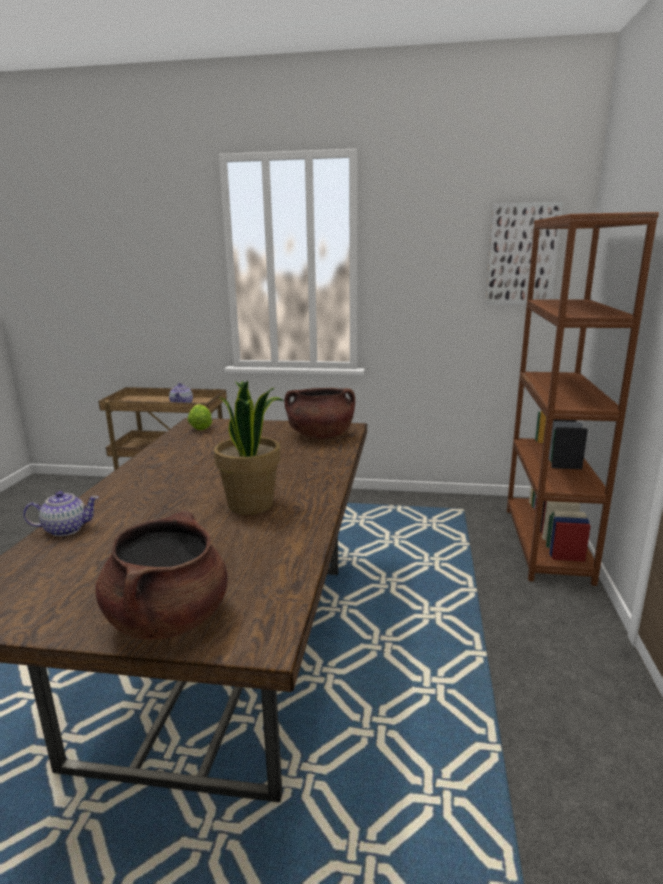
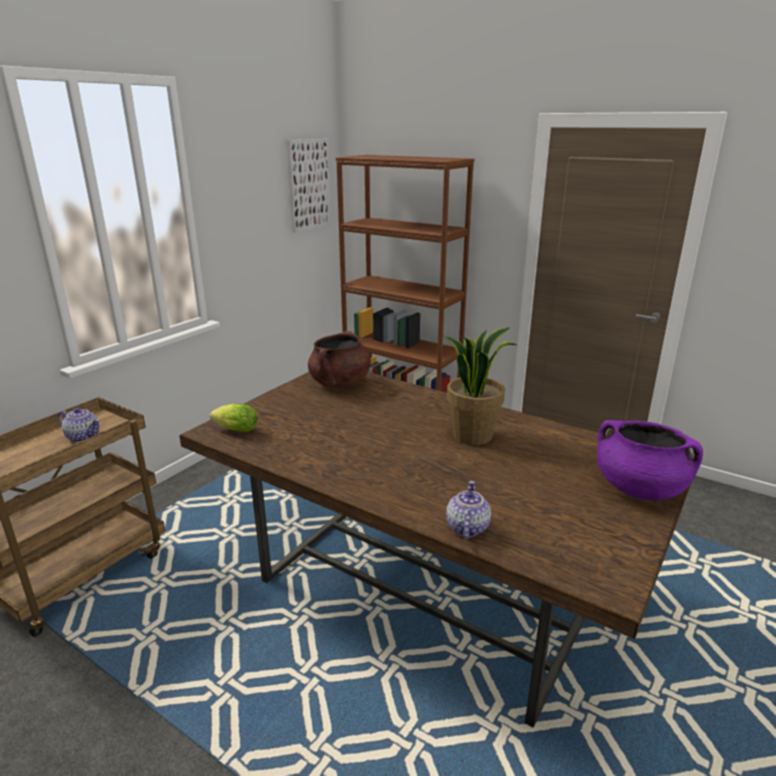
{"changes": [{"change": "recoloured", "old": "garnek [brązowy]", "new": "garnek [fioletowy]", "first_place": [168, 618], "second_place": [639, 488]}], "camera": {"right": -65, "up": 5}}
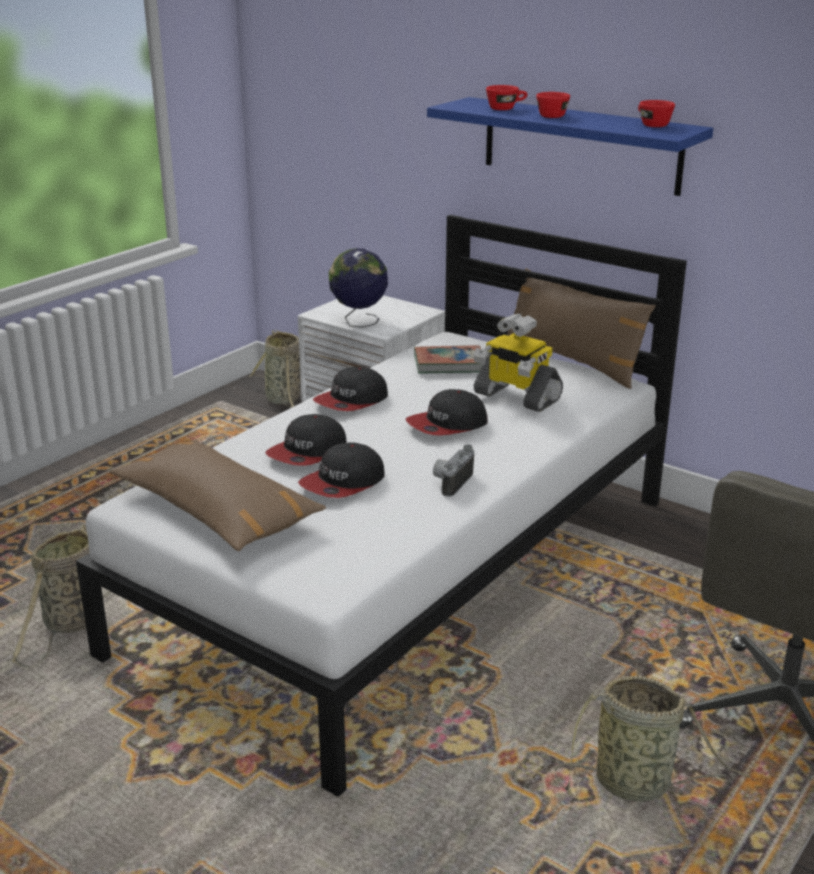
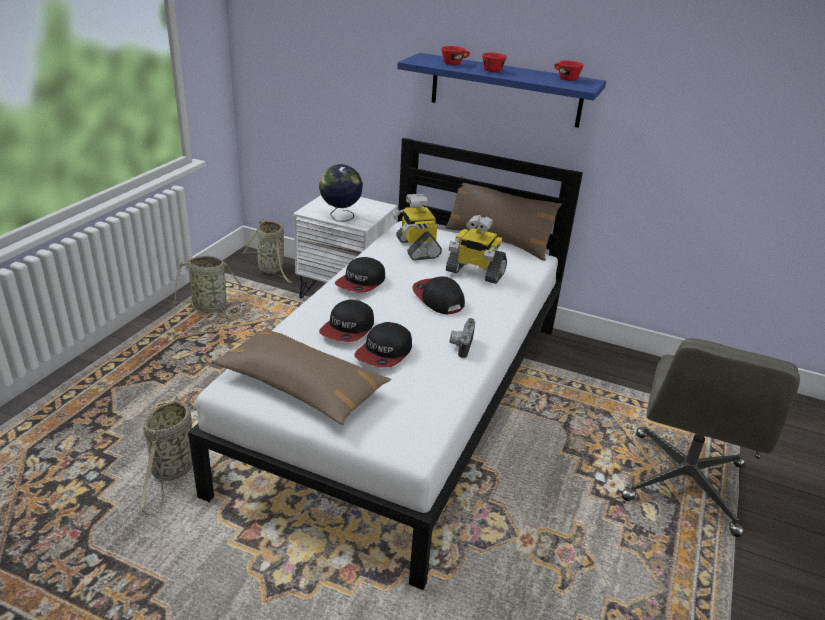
{"changes": [{"change": "replaced", "old": "książka", "new": "robot zabawkowy", "first_place": [449, 364], "second_place": [416, 248]}, {"change": "turned", "old": "czapka z daszkiem", "first_place": [447, 425], "second_place": [438, 298], "degrees": 105}, {"change": "moved", "old": "koszyk", "first_place": [638, 784], "second_place": [213, 307]}], "camera": {"right": -15, "up": 5}}
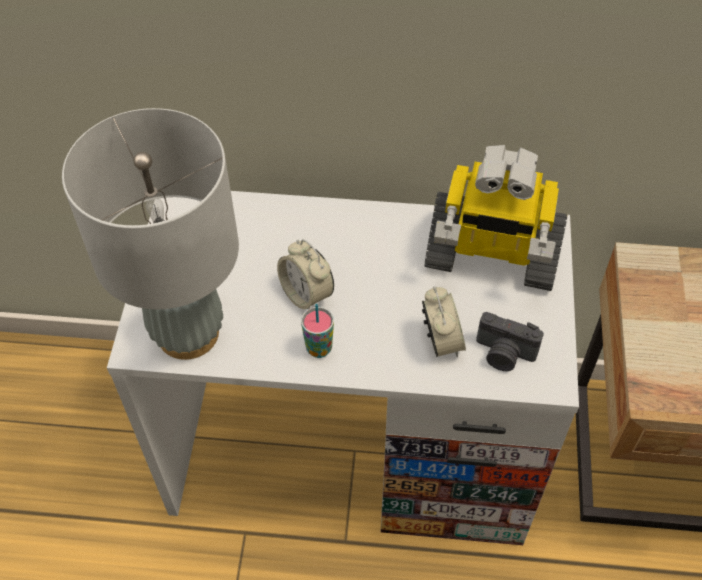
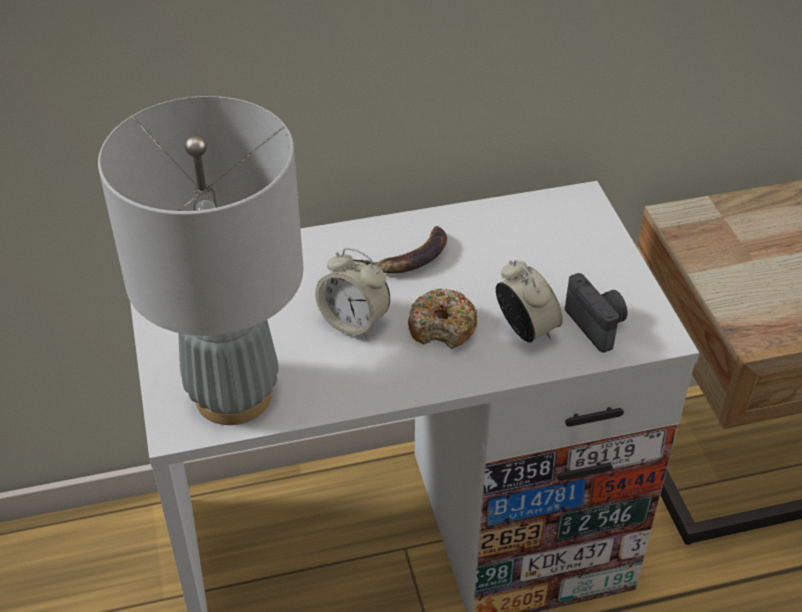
{"changes": [{"change": "removed", "old": "robot zabawkowy", "first_place": [490, 255]}, {"change": "removed", "old": "filiżanka", "first_place": [319, 348]}, {"change": "turned", "old": "aparat fotograficzny", "first_place": [503, 354], "second_place": [597, 324], "degrees": -120}, {"change": "added", "new": "banan", "second_place": [411, 257]}, {"change": "added", "new": "donut", "second_place": [442, 327]}], "camera": {"right": -20, "up": -10}}
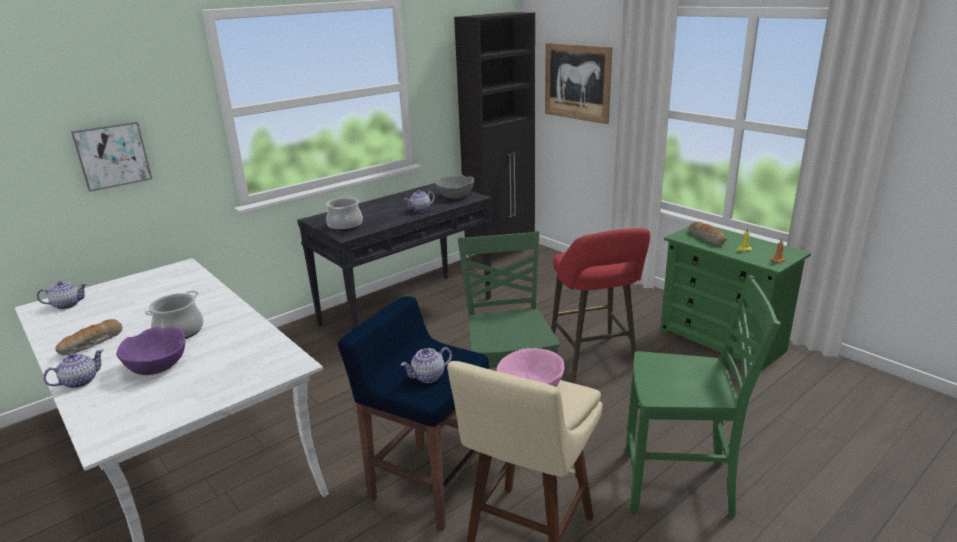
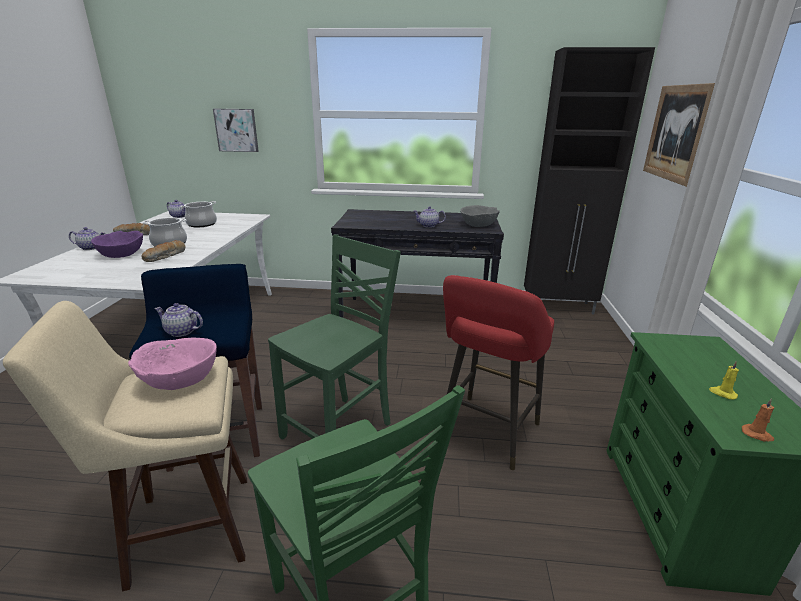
{"changes": [{"change": "moved", "old": "garnek", "first_place": [345, 225], "second_place": [201, 224]}, {"change": "moved", "old": "chleb", "first_place": [707, 238], "second_place": [166, 257]}], "camera": {"right": 45, "up": 0}}
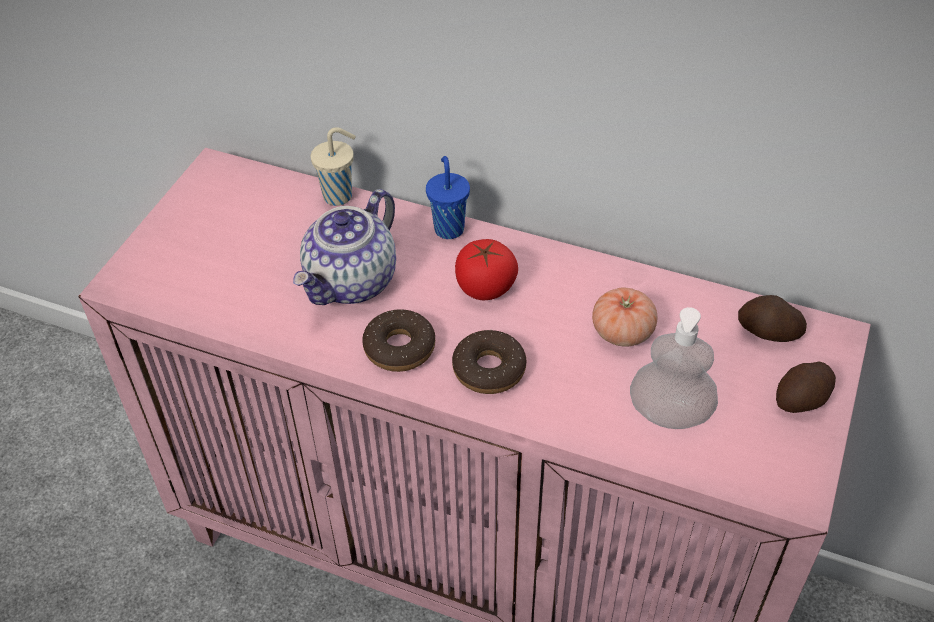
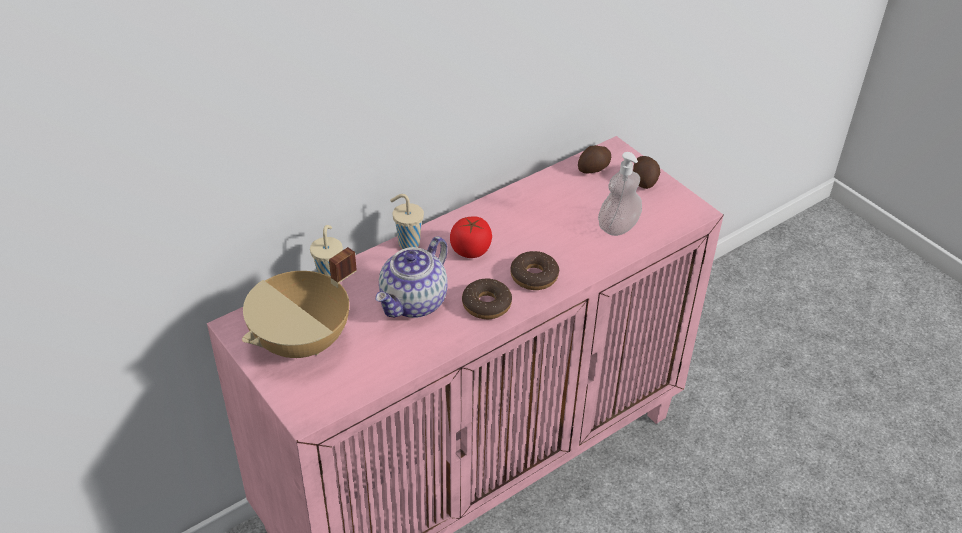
{"changes": [{"change": "recoloured", "old": "filiżanka [niebieski]", "new": "filiżanka [beżowy]", "first_place": [448, 228], "second_place": [407, 243]}, {"change": "turned", "old": "imbryk", "first_place": [352, 282], "second_place": [414, 303], "degrees": 60}, {"change": "removed", "old": "pomidor", "first_place": [622, 332]}, {"change": "added", "new": "garnek [beżowy]", "second_place": [303, 343]}], "camera": {"right": -60, "up": -5}}
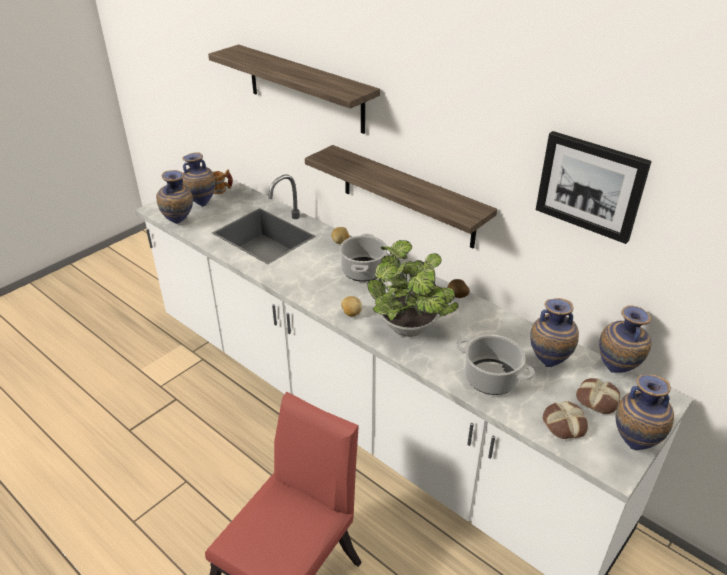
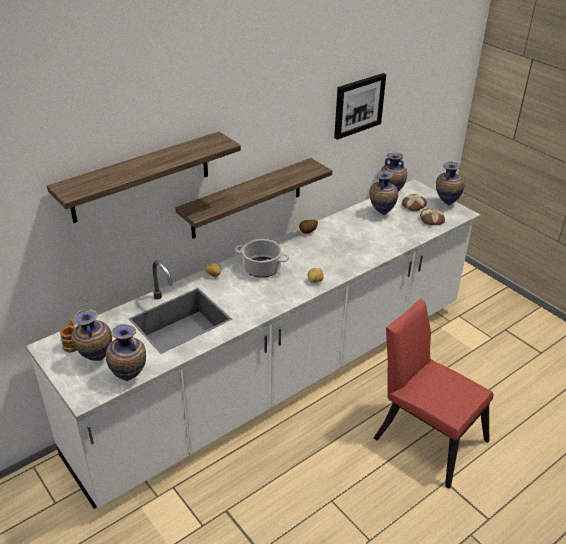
{"changes": [{"change": "removed", "old": "roślina doniczkowa", "first_place": [410, 330]}, {"change": "removed", "old": "garnek", "first_place": [490, 378]}], "camera": {"right": -80, "up": 0}}
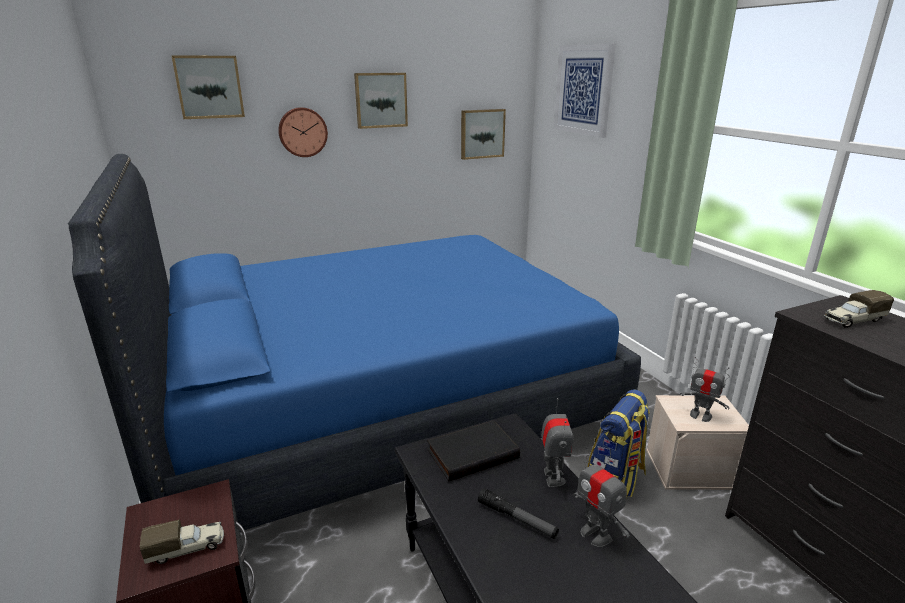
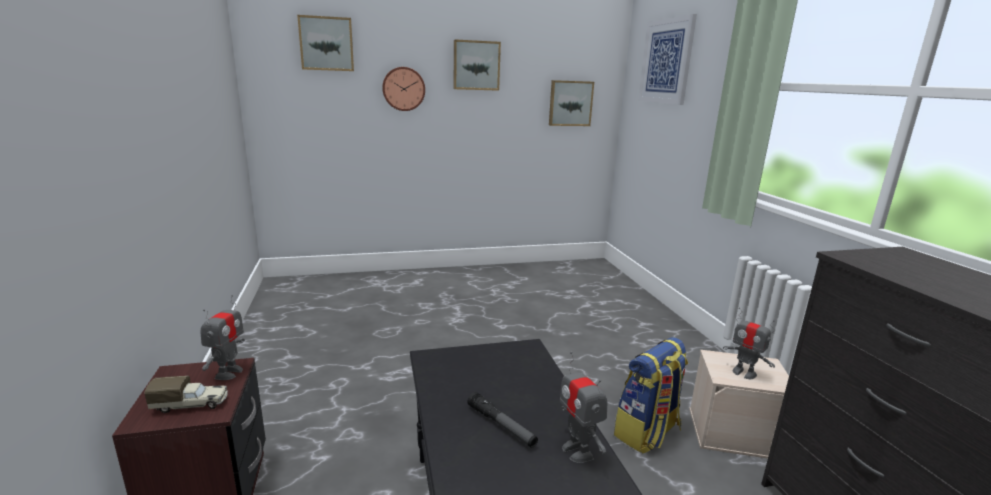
{"changes": [{"change": "removed", "old": "łóżko [niebieski]", "first_place": [380, 402]}, {"change": "removed", "old": "ciężarówka zabawkowa", "first_place": [852, 320]}, {"change": "moved", "old": "robot zabawkowy", "first_place": [553, 477], "second_place": [228, 373]}, {"change": "removed", "old": "książka [czarny]", "first_place": [472, 452]}], "camera": {"right": 10, "up": -5}}
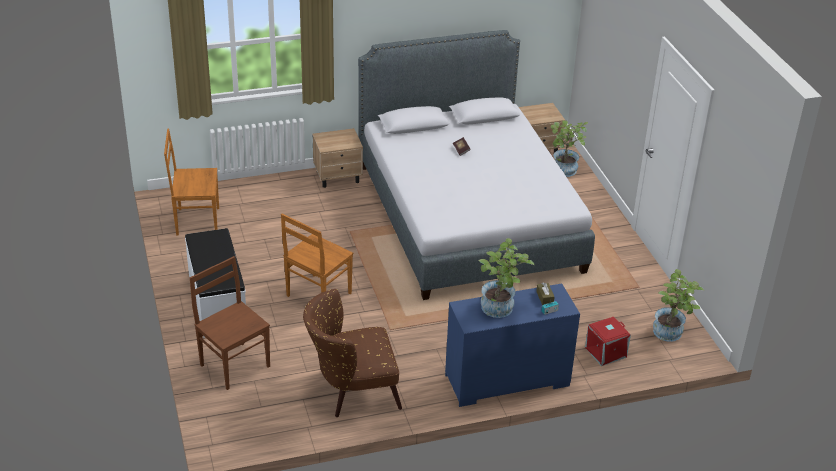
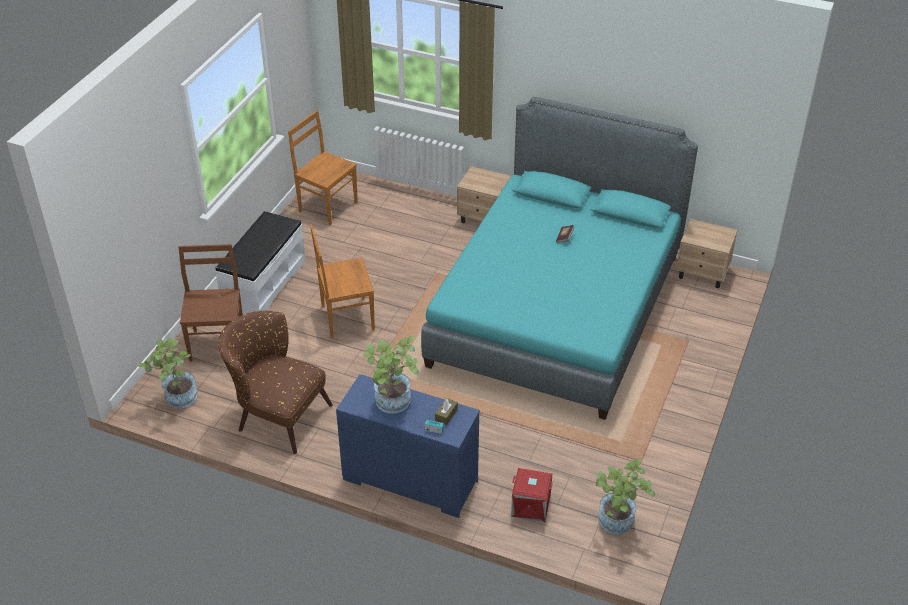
{"changes": [{"change": "recoloured", "old": "łóżko [szary]", "new": "łóżko [turkusowy]", "first_place": [467, 216], "second_place": [556, 309]}, {"change": "moved", "old": "roślina doniczkowa", "first_place": [563, 172], "second_place": [176, 399]}], "camera": {"right": 40, "up": 5}}
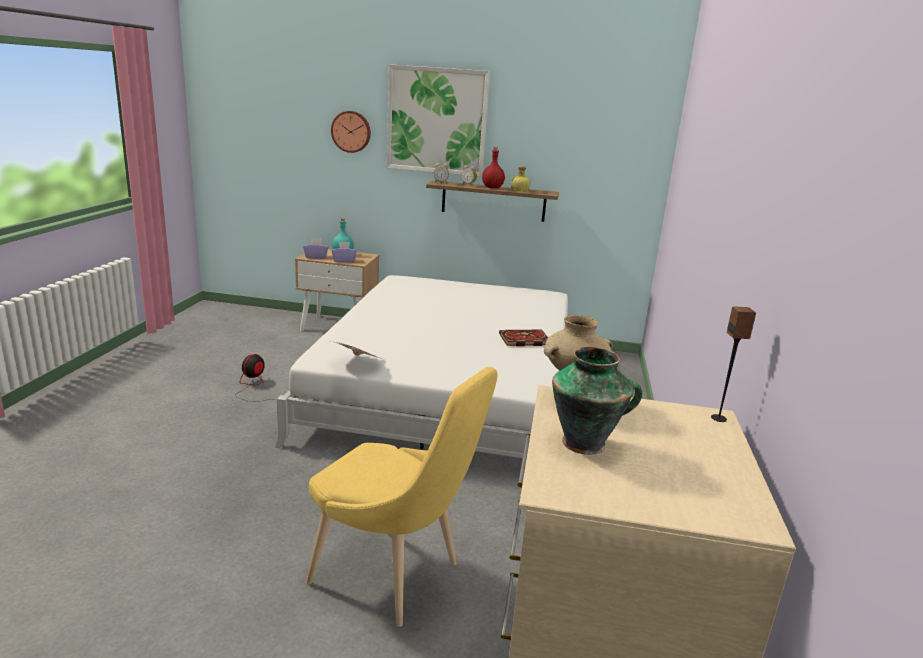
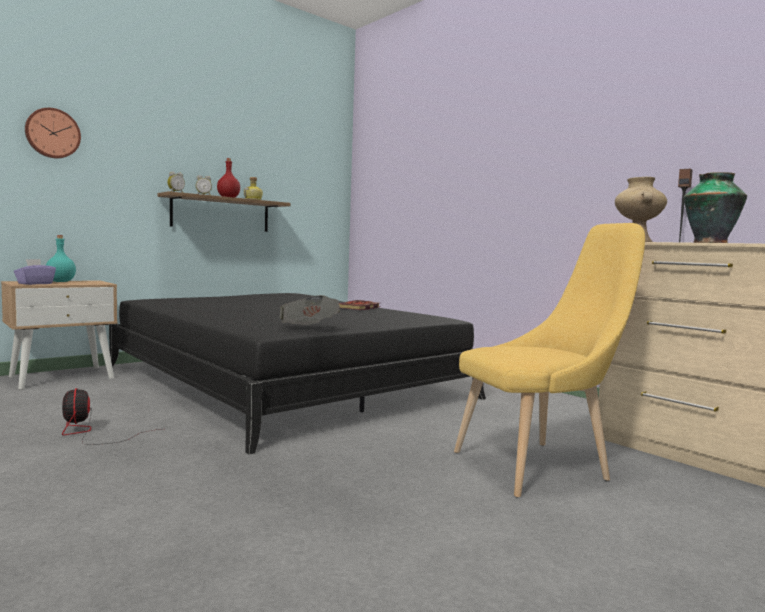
{"changes": [{"change": "removed", "old": "obraz", "first_place": [437, 121]}, {"change": "removed", "old": "pudełko chusteczek [fioletowy]", "first_place": [344, 260]}, {"change": "recoloured", "old": "łóżko [biały]", "new": "łóżko [czarny]", "first_place": [449, 388], "second_place": [283, 381]}], "camera": {"right": -50, "up": -15}}
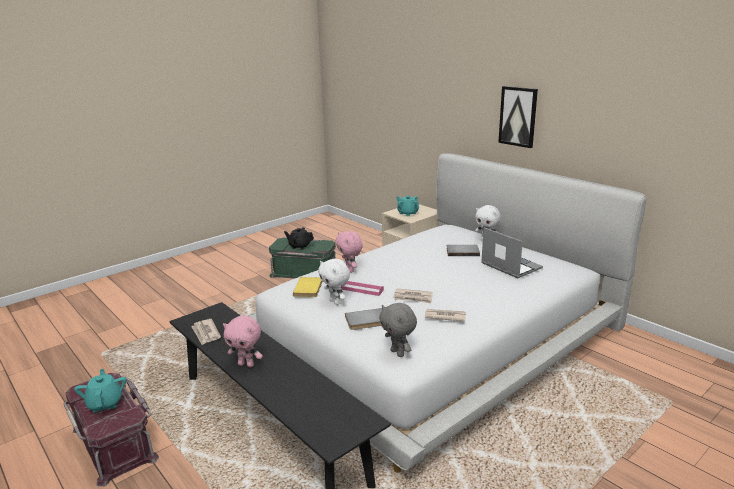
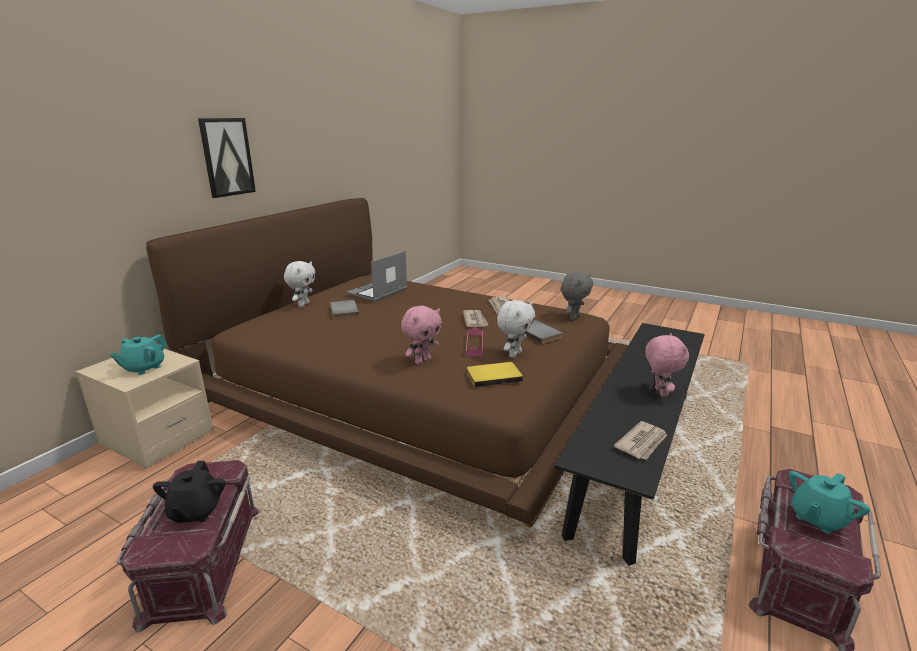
{"changes": [{"change": "recoloured", "old": "łóżko [biały]", "new": "łóżko [brązowy]", "first_place": [434, 337], "second_place": [414, 390]}, {"change": "recoloured", "old": "pojemnik do przechowywania [zielony]", "new": "pojemnik do przechowywania [czerwony]", "first_place": [304, 272], "second_place": [202, 562]}], "camera": {"right": -110, "up": 0}}
